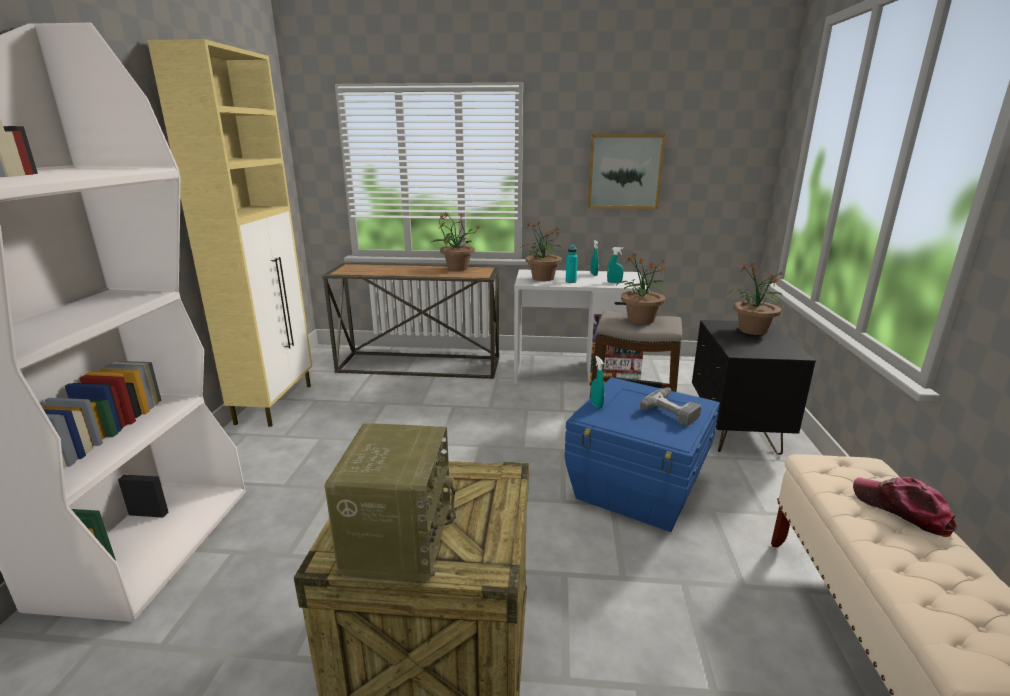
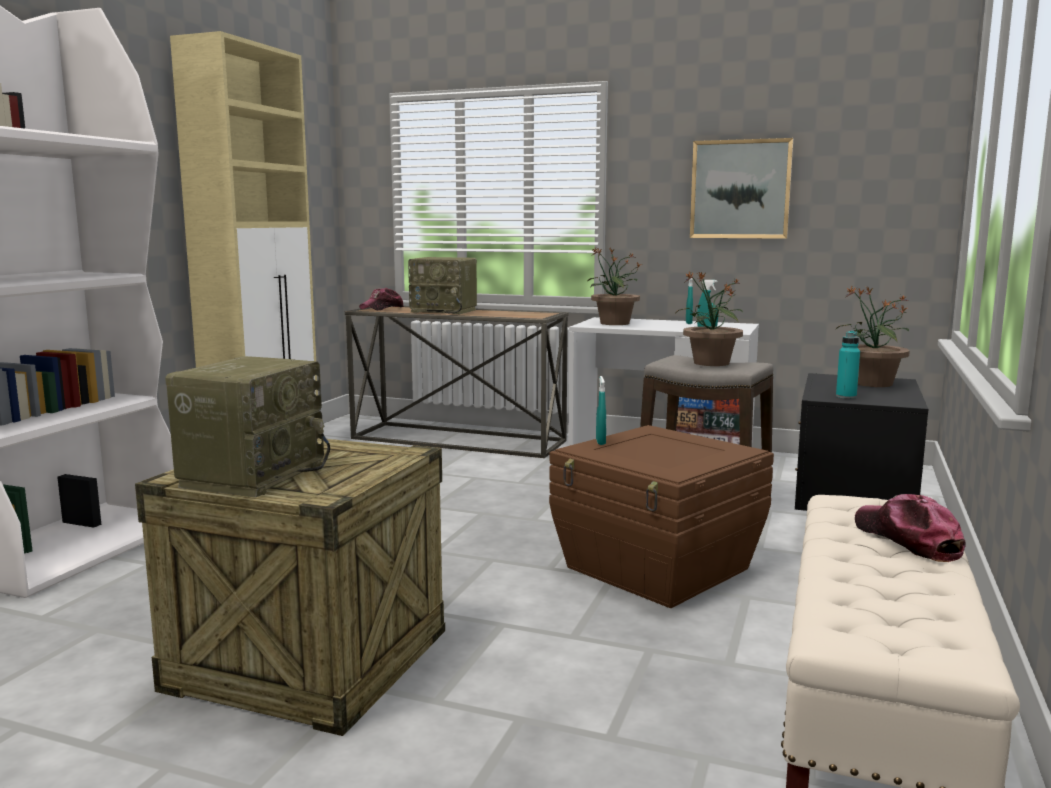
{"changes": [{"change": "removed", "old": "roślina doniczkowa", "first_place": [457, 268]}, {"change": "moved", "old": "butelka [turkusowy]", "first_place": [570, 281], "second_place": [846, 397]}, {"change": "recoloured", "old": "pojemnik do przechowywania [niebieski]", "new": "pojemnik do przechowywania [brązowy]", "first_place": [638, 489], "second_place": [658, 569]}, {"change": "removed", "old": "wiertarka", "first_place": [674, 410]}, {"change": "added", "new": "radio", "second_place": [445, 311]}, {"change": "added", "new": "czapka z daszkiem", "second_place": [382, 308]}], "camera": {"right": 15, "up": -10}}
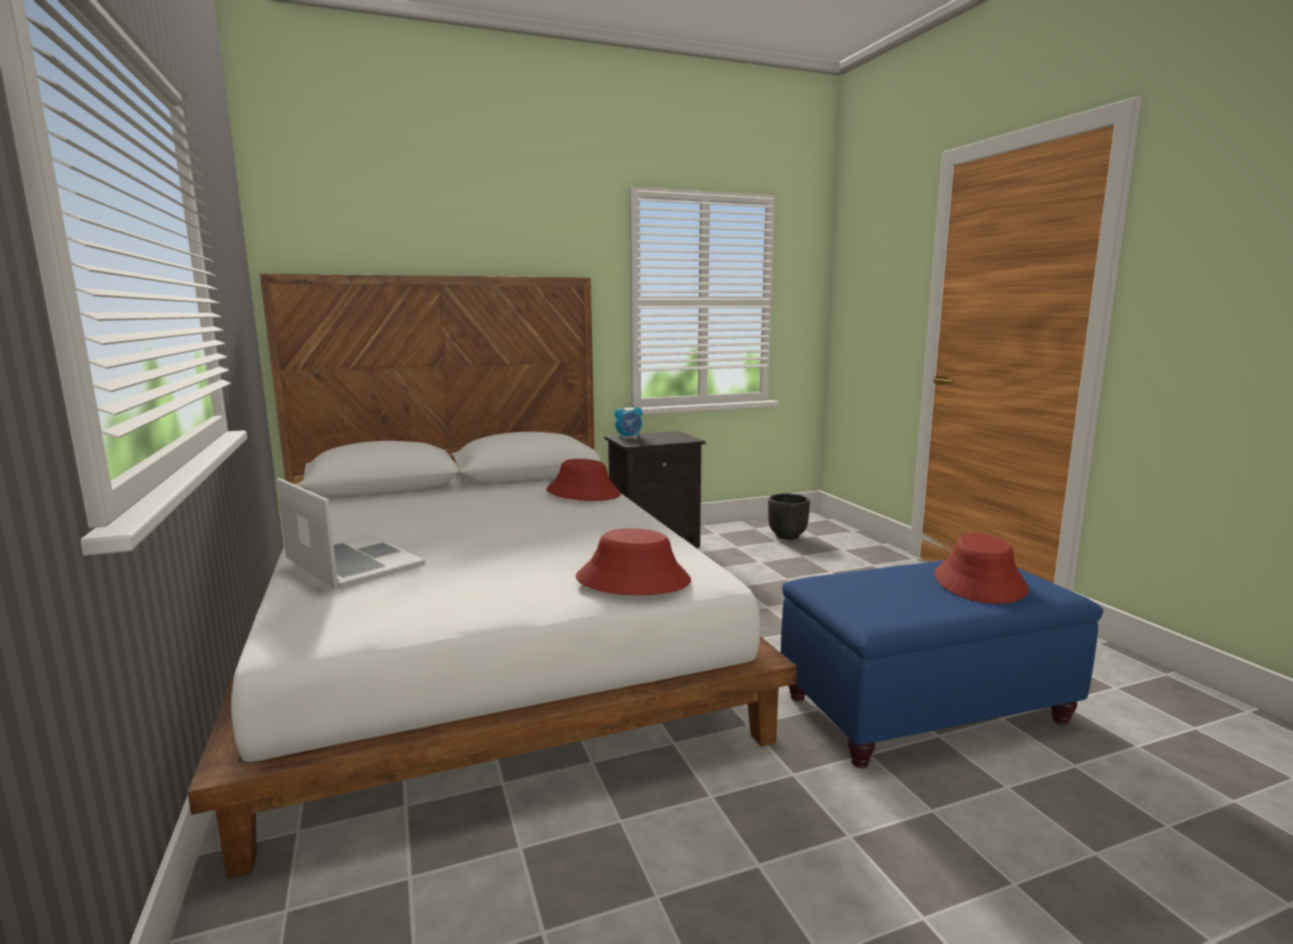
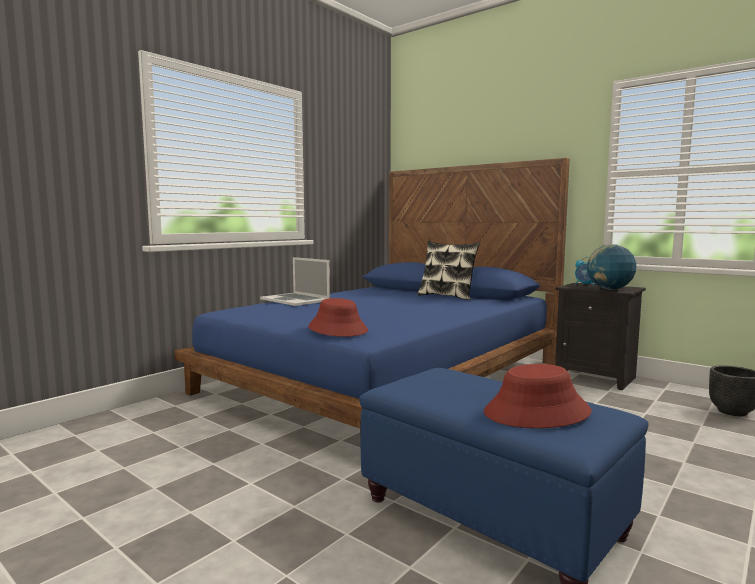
{"changes": [{"change": "recoloured", "old": "łóżko [biały]", "new": "łóżko [niebieski]", "first_place": [486, 639], "second_place": [387, 377]}, {"change": "removed", "old": "kapelusz [czerwony]", "first_place": [583, 493]}, {"change": "turned", "old": "laptop", "first_place": [352, 562], "second_place": [295, 300], "degrees": 120}, {"change": "added", "new": "poduszka", "second_place": [447, 296]}, {"change": "added", "new": "globus", "second_place": [609, 289]}], "camera": {"right": 60, "up": -5}}
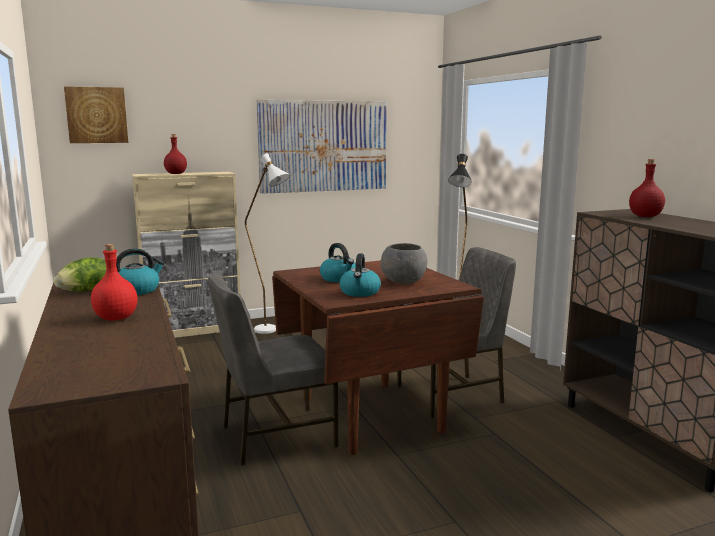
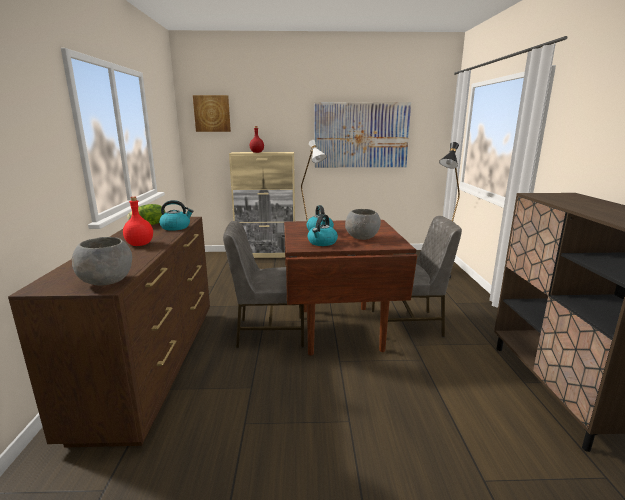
{"changes": [{"change": "removed", "old": "butelka [czerwony]", "first_place": [645, 216]}, {"change": "added", "new": "miska [szary]", "second_place": [107, 282]}], "camera": {"right": 20, "up": 5}}
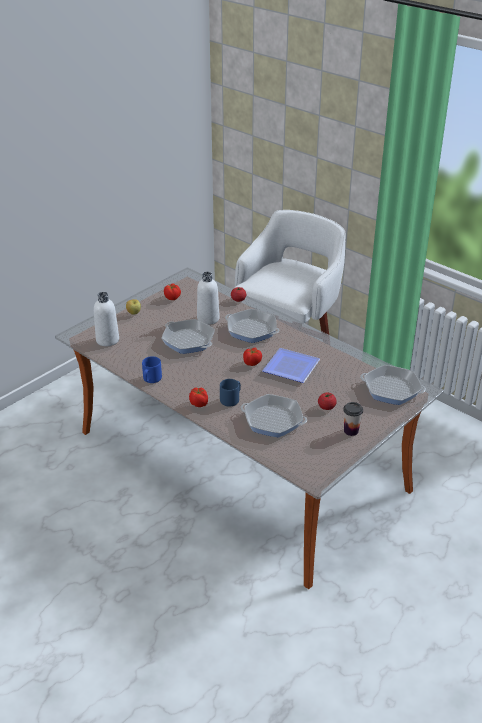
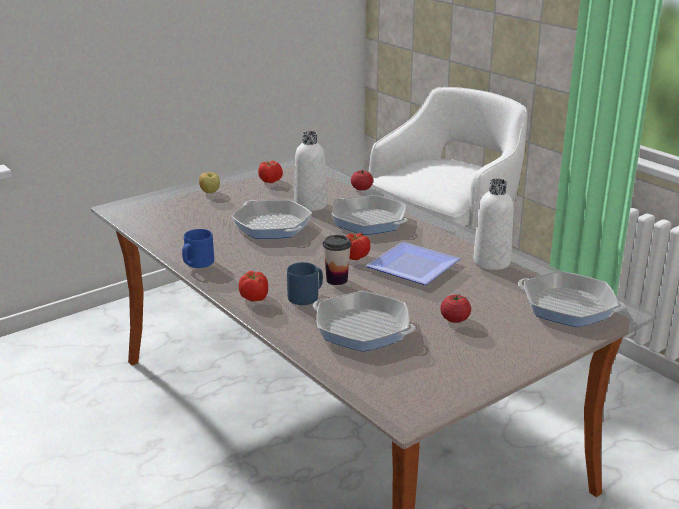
{"changes": [{"change": "moved", "old": "butelka [biały]", "first_place": [107, 340], "second_place": [491, 262]}, {"change": "moved", "old": "filiżanka", "first_place": [351, 431], "second_place": [337, 280]}], "camera": {"right": 10, "up": -10}}
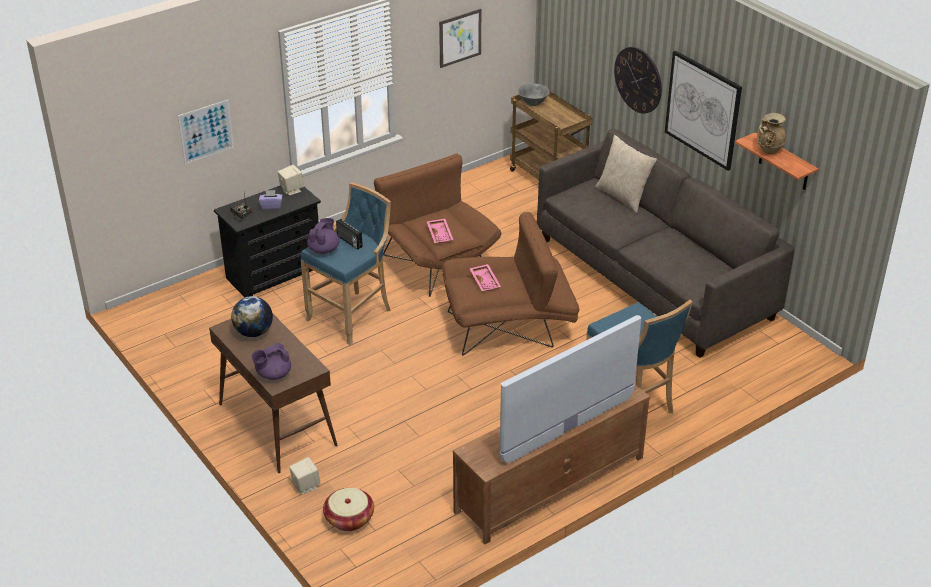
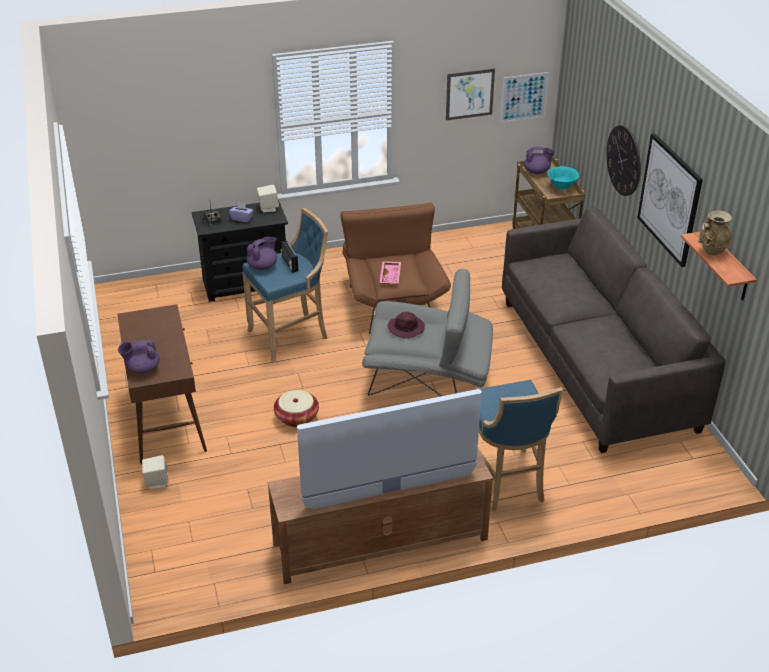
{"changes": [{"change": "replaced", "old": "miska [szary]", "new": "imbryk [fioletowy]", "first_place": [533, 104], "second_place": [537, 171]}, {"change": "moved", "old": "obraz", "first_place": [206, 131], "second_place": [524, 97]}, {"change": "removed", "old": "poduszka [beżowy]", "first_place": [623, 196]}, {"change": "recoloured", "old": "fotel [brązowy]", "new": "fotel [szary]", "first_place": [509, 327], "second_place": [427, 378]}, {"change": "replaced", "old": "taca [różowy]", "new": "kapelusz [fioletowy]", "first_place": [485, 281], "second_place": [406, 328]}, {"change": "removed", "old": "globus", "first_place": [254, 332]}, {"change": "moved", "old": "koszyk", "first_place": [349, 519], "second_place": [297, 417]}, {"change": "added", "new": "miska [turkusowy]", "second_place": [561, 187]}], "camera": {"right": 20, "up": 0}}
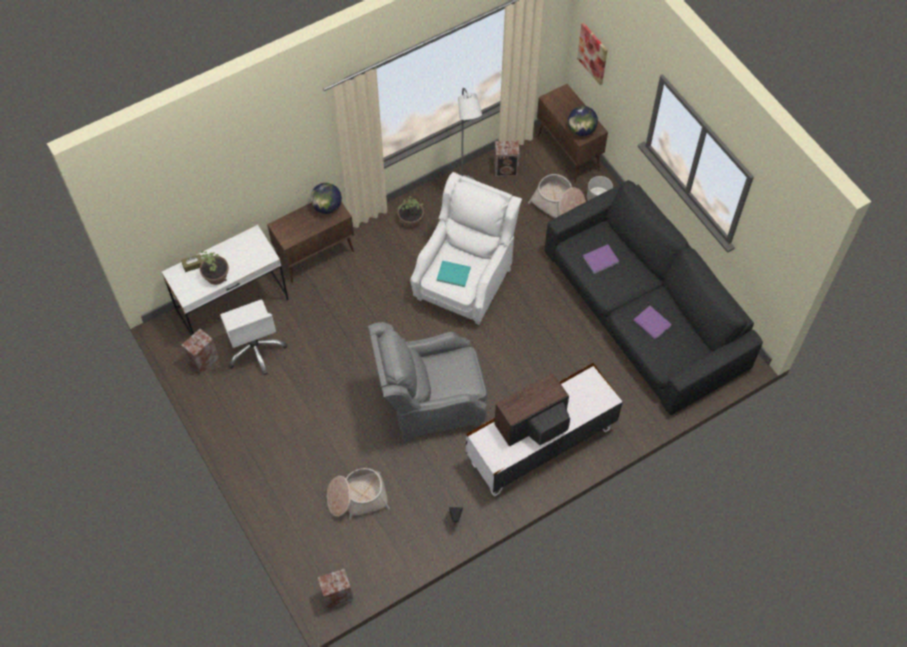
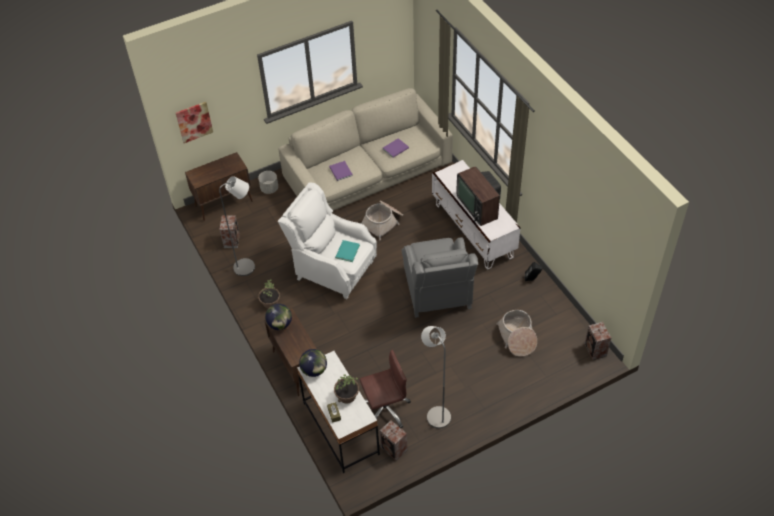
{"changes": [{"change": "moved", "old": "globus", "first_place": [581, 130], "second_place": [314, 370]}, {"change": "moved", "old": "koszyk", "first_place": [558, 205], "second_place": [383, 222]}, {"change": "recoloured", "old": "kanapa [czarny]", "new": "kanapa [beżowy]", "first_place": [643, 310], "second_place": [368, 171]}, {"change": "recoloured", "old": "krzesło biurowe [biały]", "new": "krzesło biurowe [brązowy]", "first_place": [255, 349], "second_place": [385, 409]}, {"change": "added", "new": "lampa stojąca [szary]", "second_place": [436, 414]}], "camera": {"right": -85, "up": -10}}
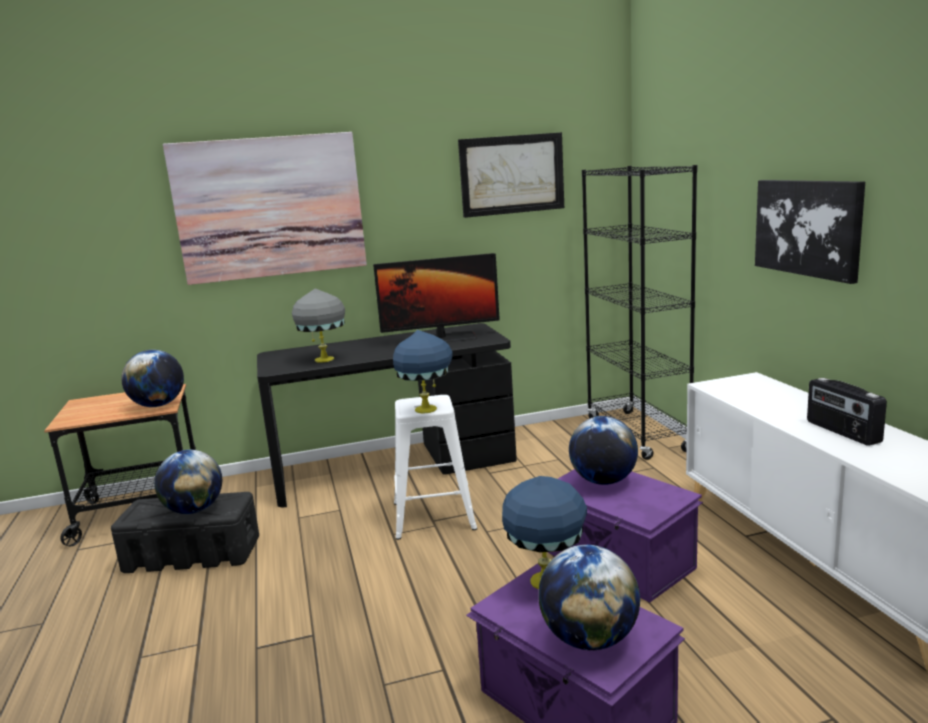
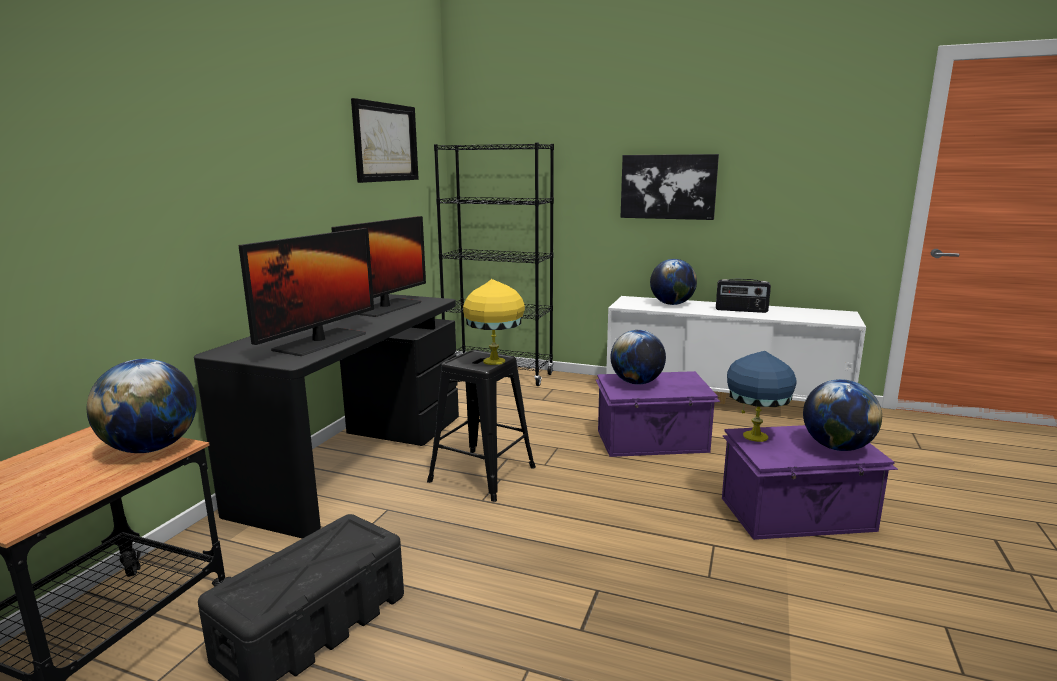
{"changes": [{"change": "removed", "old": "obraz", "first_place": [270, 207]}, {"change": "replaced", "old": "lampa stołowa [szary]", "new": "monitor", "first_place": [324, 359], "second_place": [320, 342]}, {"change": "recoloured", "old": "lampa stołowa [niebieski]", "new": "lampa stołowa [żółty]", "first_place": [427, 409], "second_place": [495, 361]}, {"change": "recoloured", "old": "stołek [biały]", "new": "stołek [czarny]", "first_place": [432, 516], "second_place": [482, 474]}, {"change": "moved", "old": "globus", "first_place": [194, 510], "second_place": [672, 304]}], "camera": {"right": -55, "up": 0}}
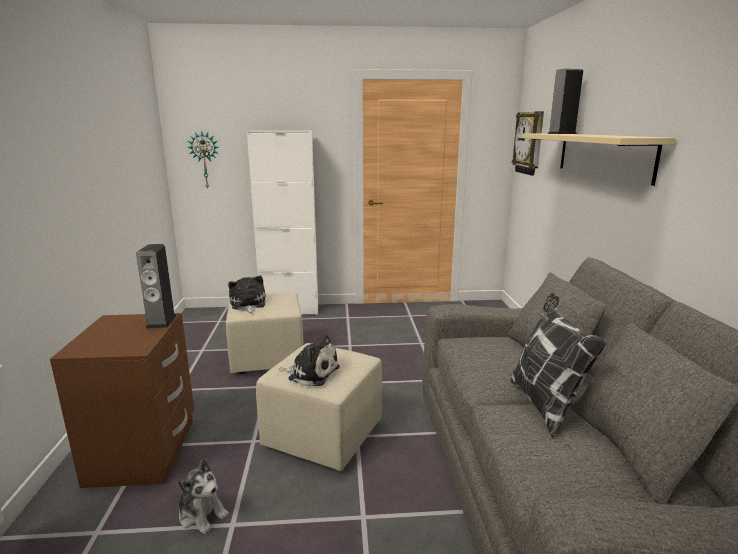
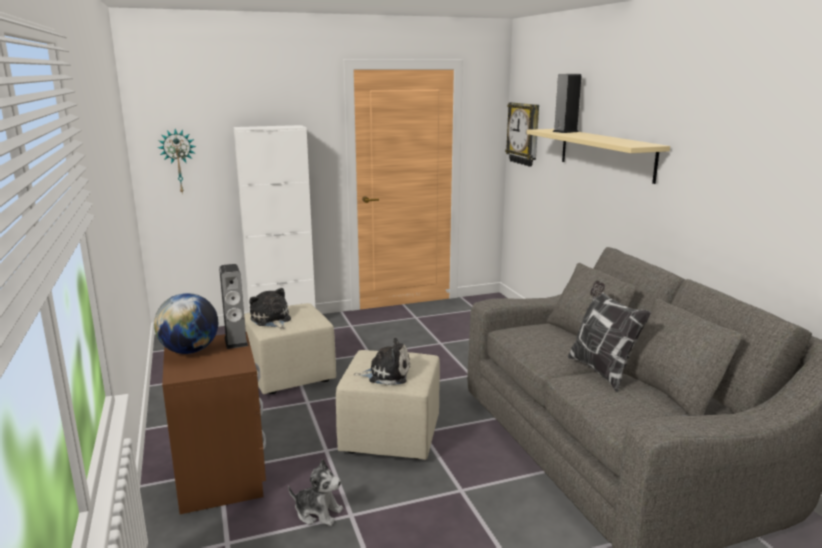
{"changes": [{"change": "added", "new": "globus", "second_place": [190, 351]}], "camera": {"right": -15, "up": 0}}
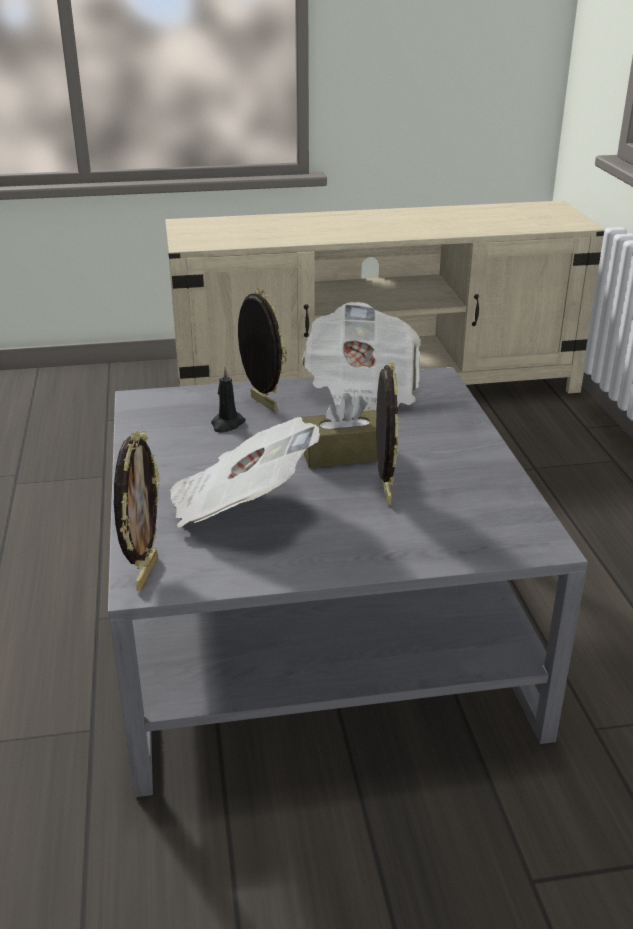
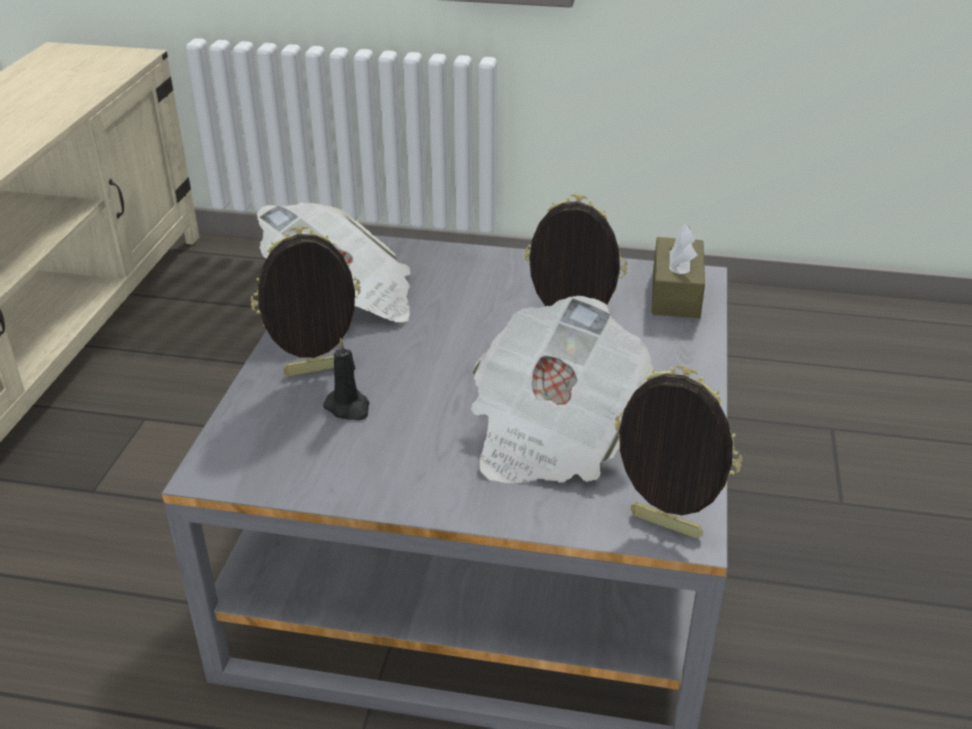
{"changes": [{"change": "moved", "old": "pudełko chusteczek [brązowy]", "first_place": [344, 454], "second_place": [675, 293]}], "camera": {"right": -70, "up": 5}}
